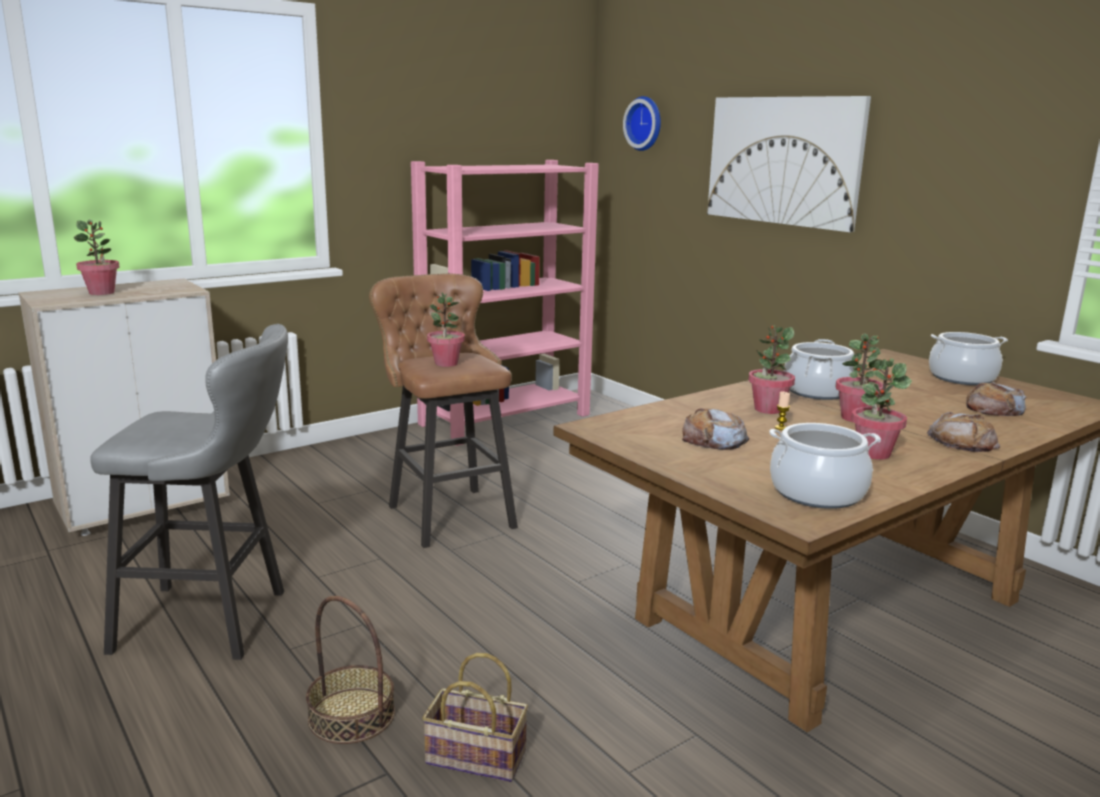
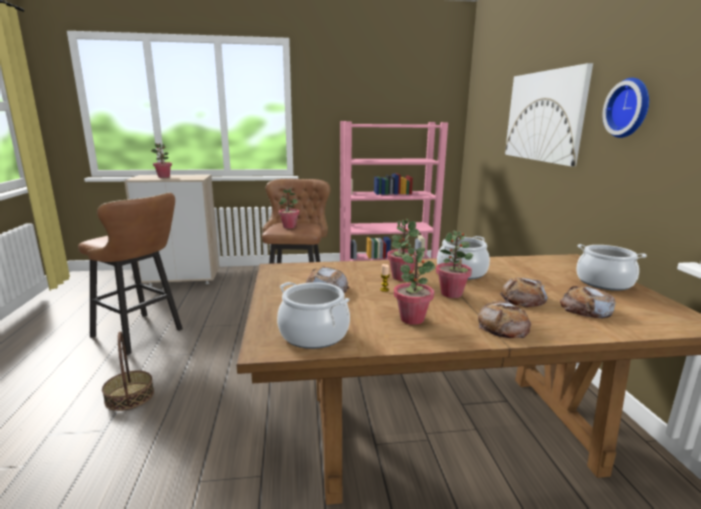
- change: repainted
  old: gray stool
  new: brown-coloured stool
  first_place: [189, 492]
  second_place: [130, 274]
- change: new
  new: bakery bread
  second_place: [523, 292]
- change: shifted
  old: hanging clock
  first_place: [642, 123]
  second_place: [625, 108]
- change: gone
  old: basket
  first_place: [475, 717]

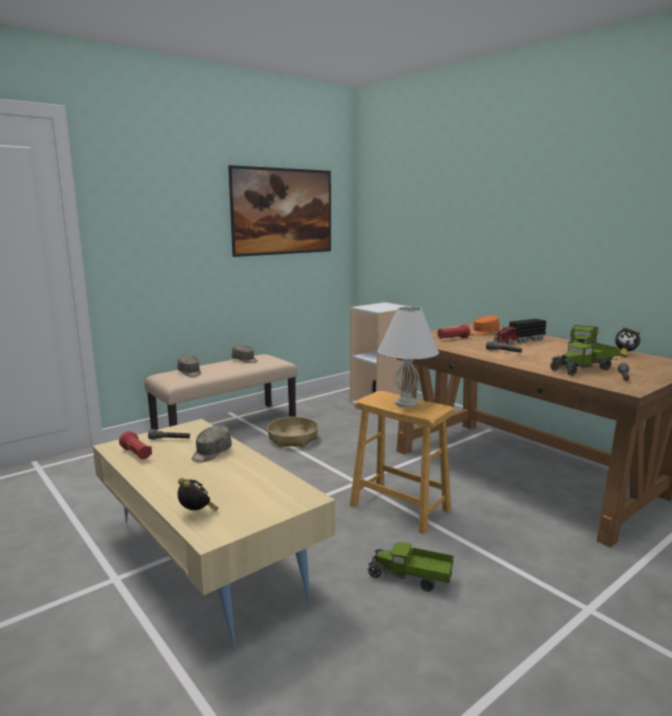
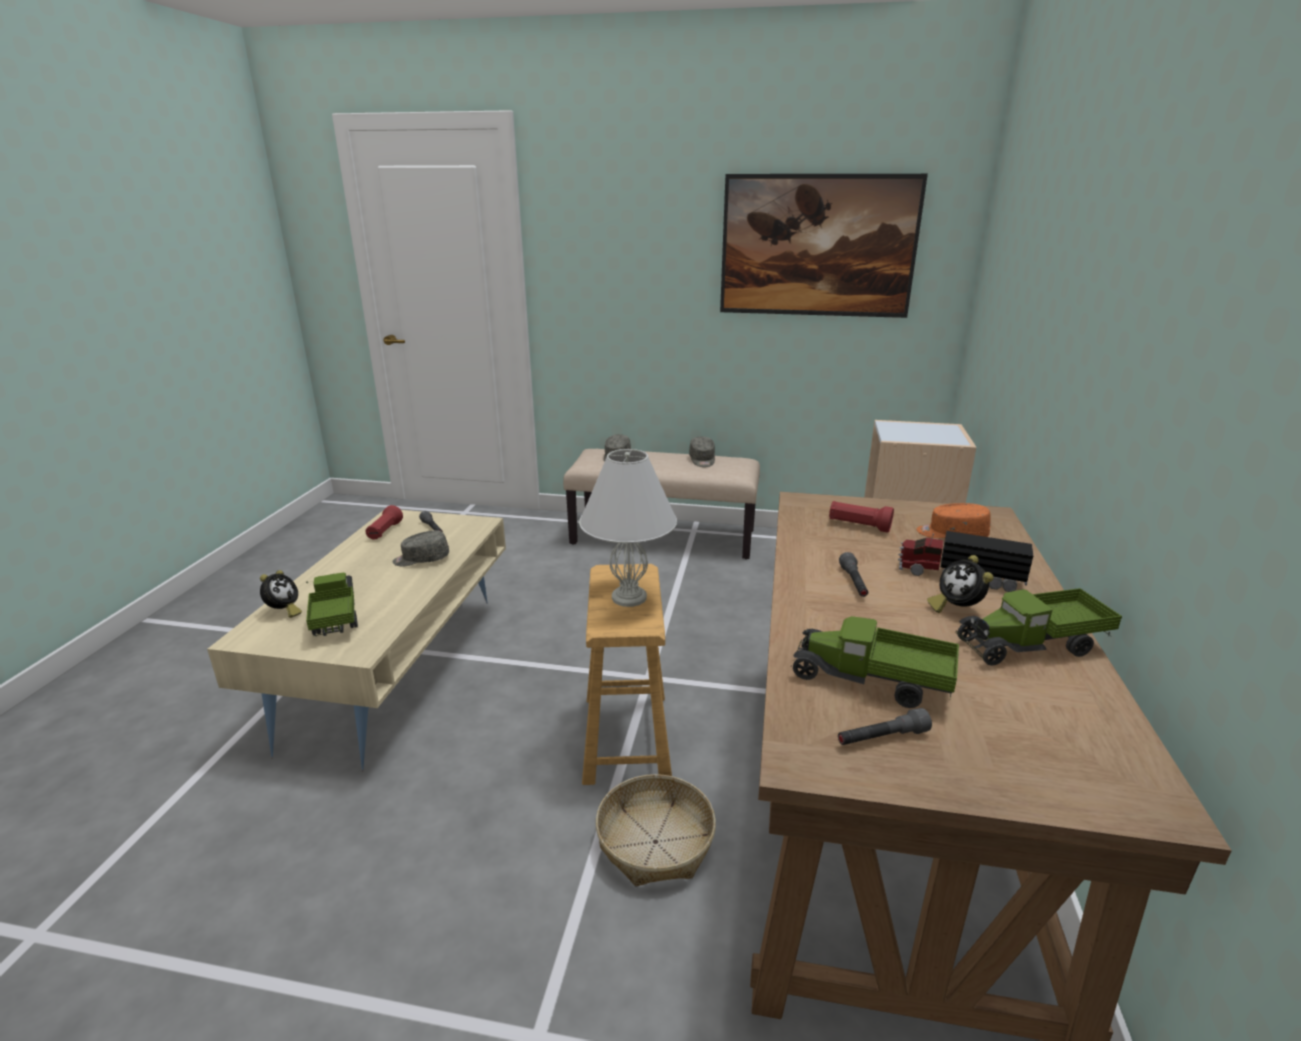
- change: shifted
  old: toy truck
  first_place: [410, 567]
  second_place: [332, 604]
- change: shifted
  old: basket
  first_place: [293, 432]
  second_place: [656, 830]
- change: shifted
  old: table clock
  first_place: [627, 342]
  second_place: [960, 584]

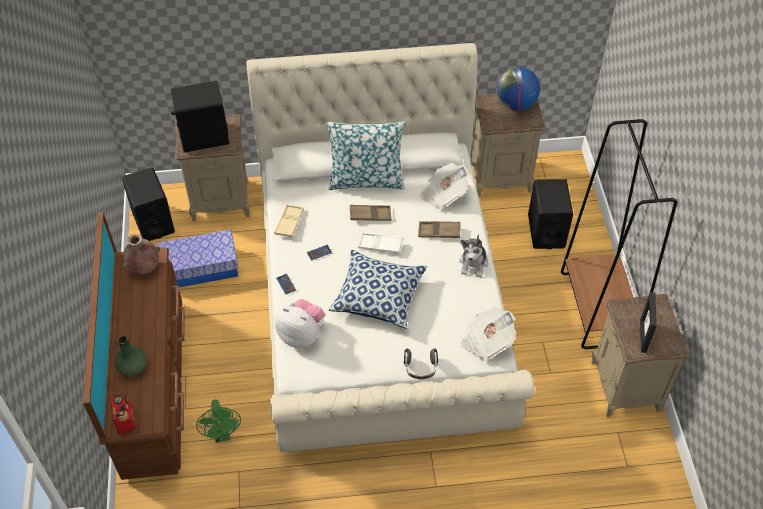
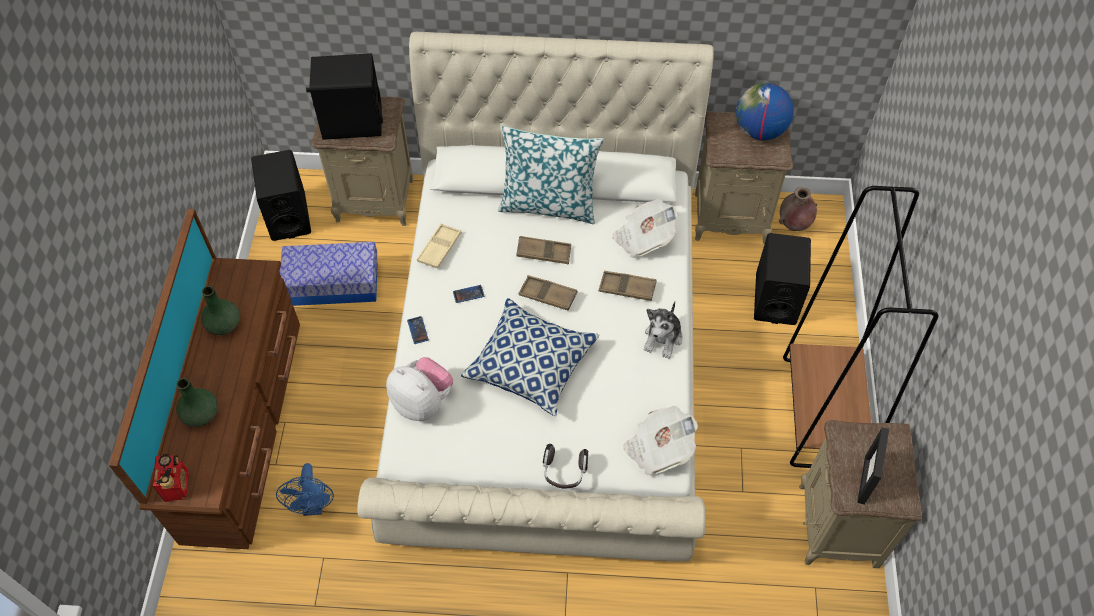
- change: new
  new: green vase
  second_place: [220, 310]
- change: repainted
  old: green cooling fan
  new: blue-coloured cooling fan
  first_place: [218, 421]
  second_place: [305, 489]
- change: repainted
  old: white-coloured tray
  new: brown-coloured tray
  first_place: [380, 242]
  second_place: [548, 292]
- change: shifted
  old: brown-coloured vase
  first_place: [141, 254]
  second_place: [798, 209]

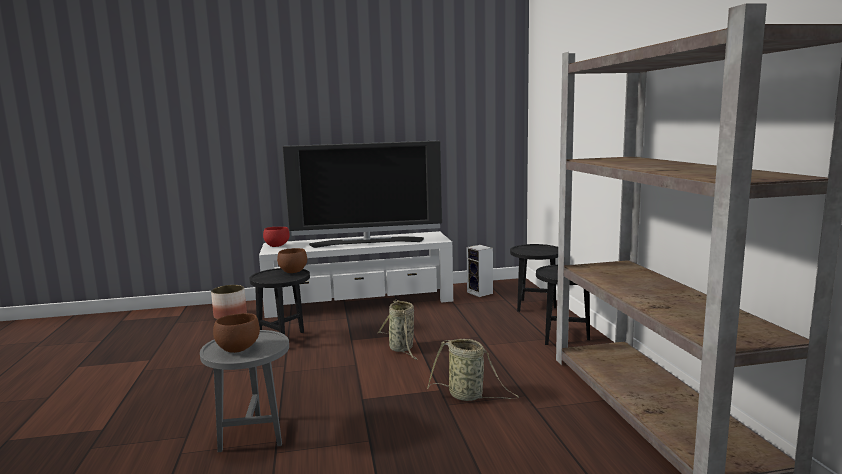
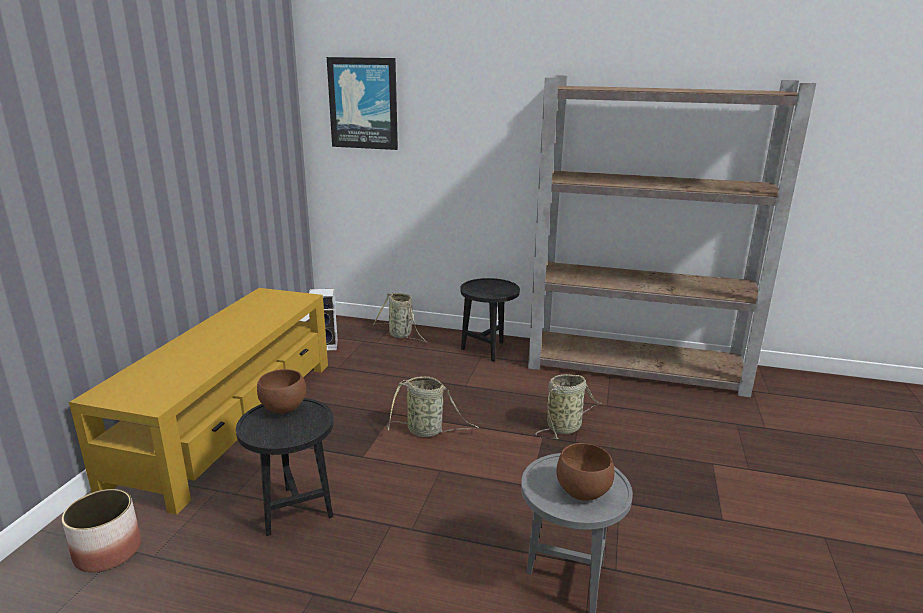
- change: repainted
  old: white-coloured tv stand
  new: yellow-coloured tv stand
  first_place: [356, 274]
  second_place: [198, 401]
- change: new
  new: wall picture
  second_place: [362, 103]
- change: swapped
  old: black side table
  new: basket
  first_place: [534, 278]
  second_place: [400, 317]
- change: gone
  old: red-coloured bowl
  first_place: [276, 237]
- change: gone
  old: TV set
  first_place: [362, 194]

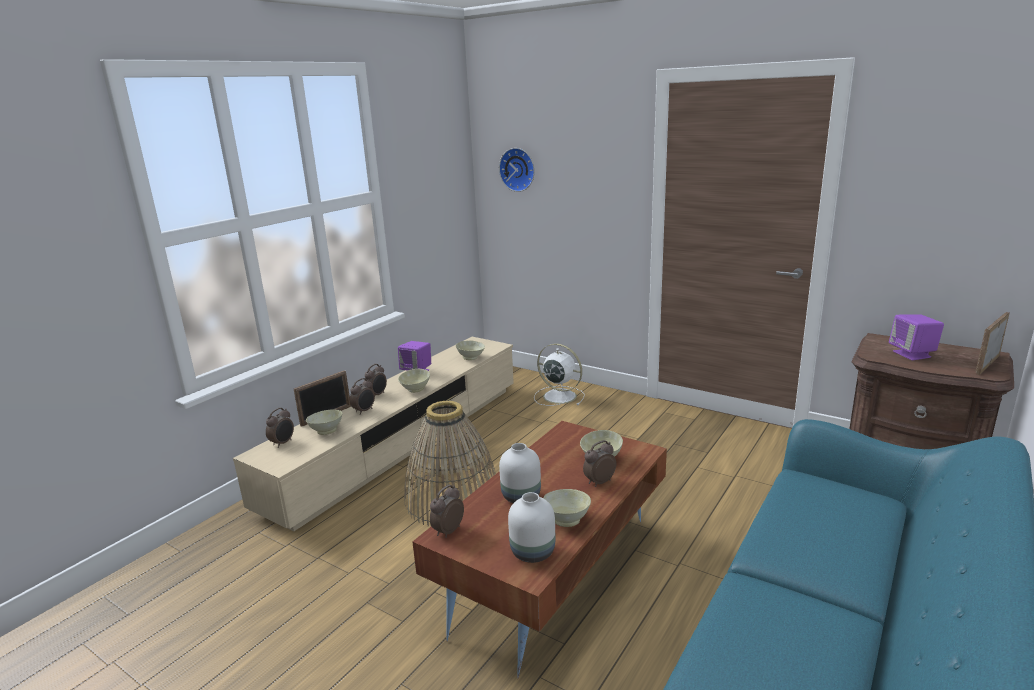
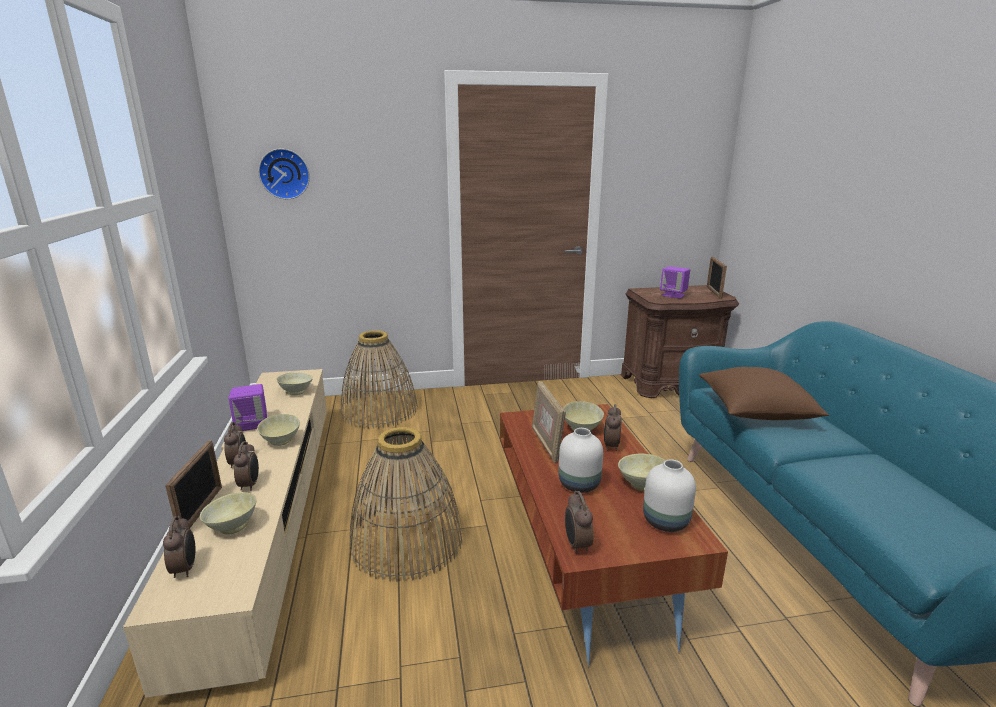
- change: swapped
  old: white-coloured cooling fan
  new: basket
  first_place: [559, 375]
  second_place: [379, 379]
- change: new
  new: standing frame
  second_place: [549, 422]
- change: new
  new: brown-coloured cushion
  second_place: [764, 393]

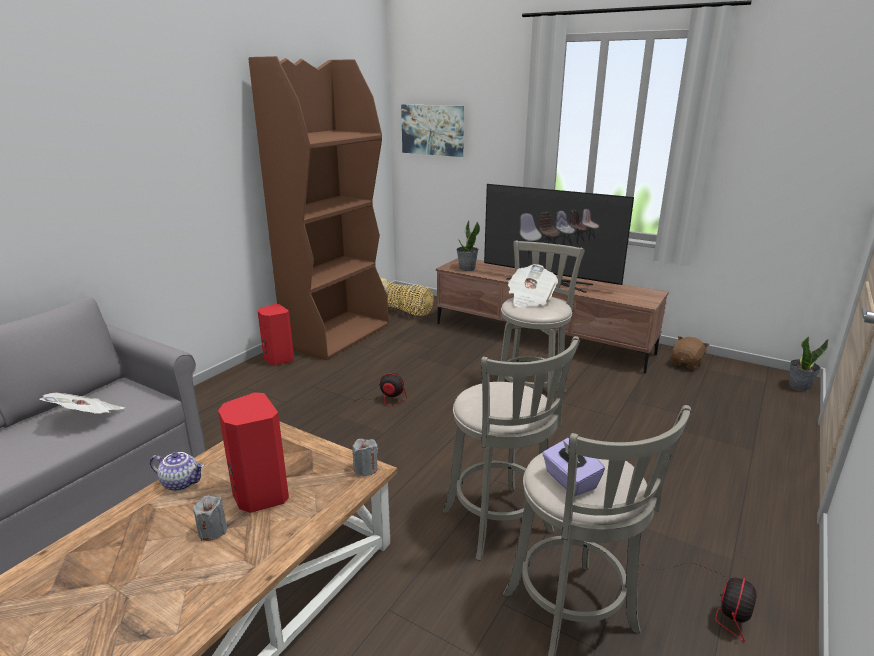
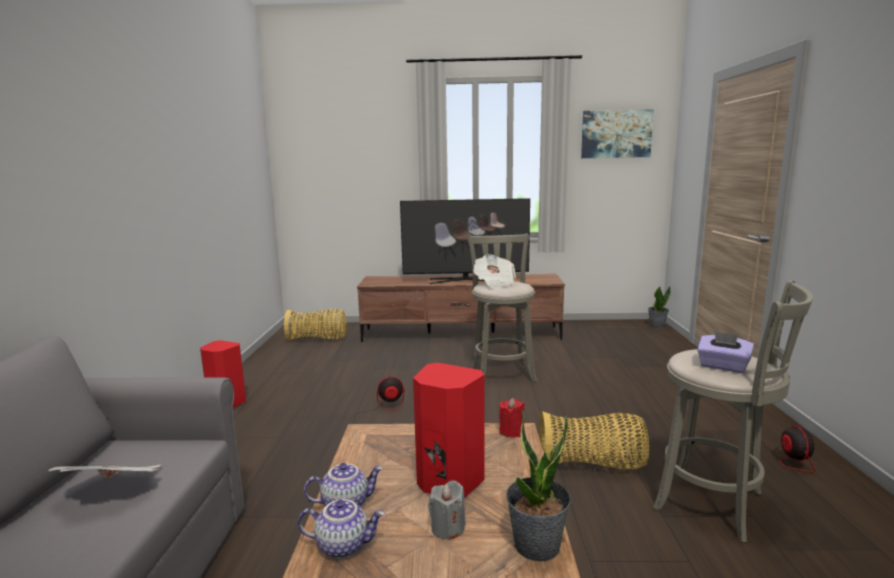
- change: new
  new: teapot
  second_place: [341, 528]
- change: repainted
  old: gray candle
  new: red-coloured candle
  first_place: [365, 457]
  second_place: [512, 417]
- change: shifted
  old: plant in a pot
  first_place: [468, 245]
  second_place: [538, 486]
- change: swapped
  old: gray stool
  new: basket
  first_place: [511, 448]
  second_place: [594, 440]
- change: shifted
  old: wall picture
  first_place: [432, 130]
  second_place: [617, 133]
- change: gone
  old: brown-coloured shelving unit
  first_place: [318, 208]
- change: gone
  old: brown-coloured plush toy
  first_place: [690, 353]

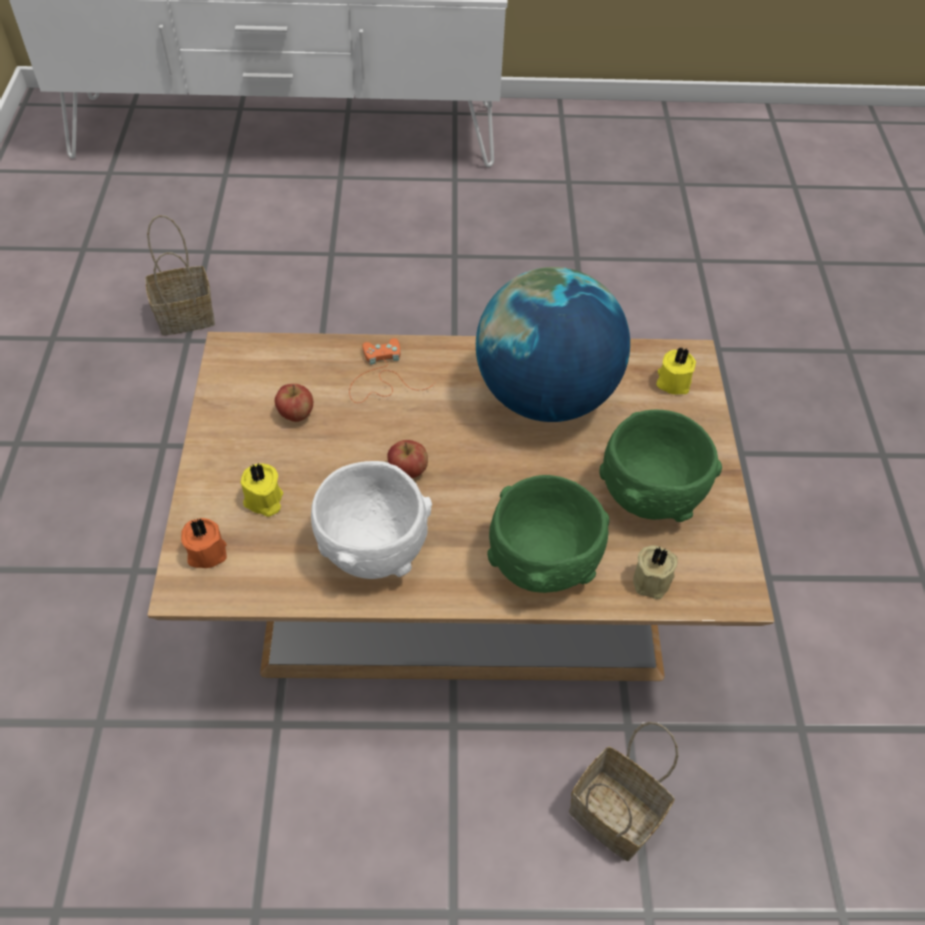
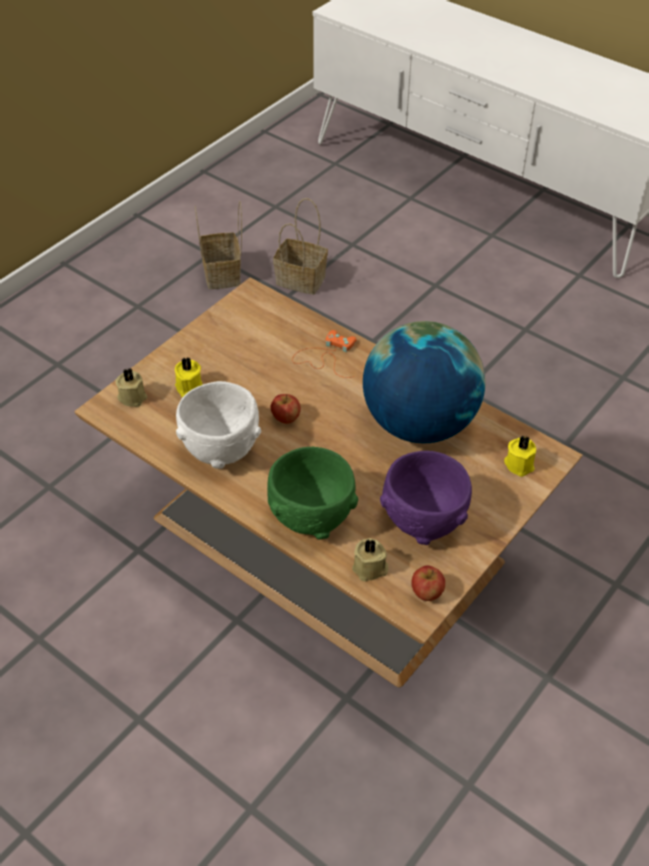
- change: repainted
  old: orange candle
  new: beige-coloured candle
  first_place: [204, 543]
  second_place: [131, 387]
- change: shifted
  old: basket
  first_place: [624, 791]
  second_place: [218, 245]
- change: repainted
  old: green bowl
  new: purplish bowl
  first_place: [660, 466]
  second_place: [426, 498]
- change: shifted
  old: whole apple
  first_place: [294, 403]
  second_place: [428, 583]

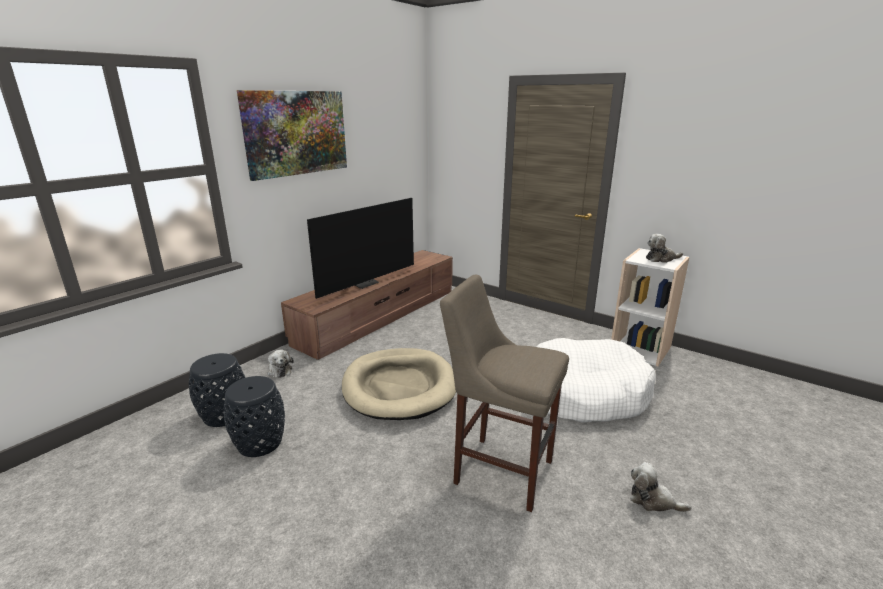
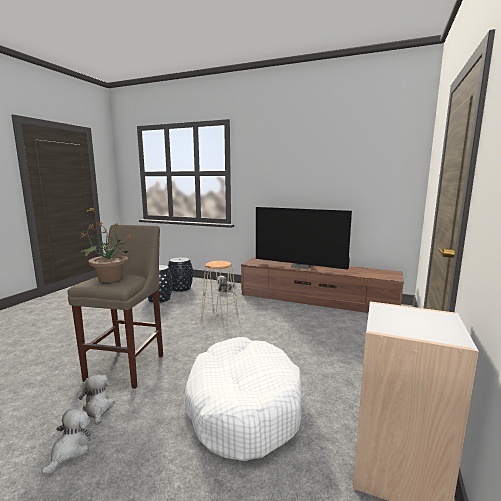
- change: new
  new: plant in a pot
  second_place: [105, 252]
- change: shifted
  old: plush toy
  first_place: [664, 248]
  second_place: [96, 400]
- change: swapped
  old: beige-coloured dog bed
  new: beige-coloured stool
  first_place: [399, 384]
  second_place: [220, 295]
- change: gone
  old: wall picture
  first_place: [292, 135]

